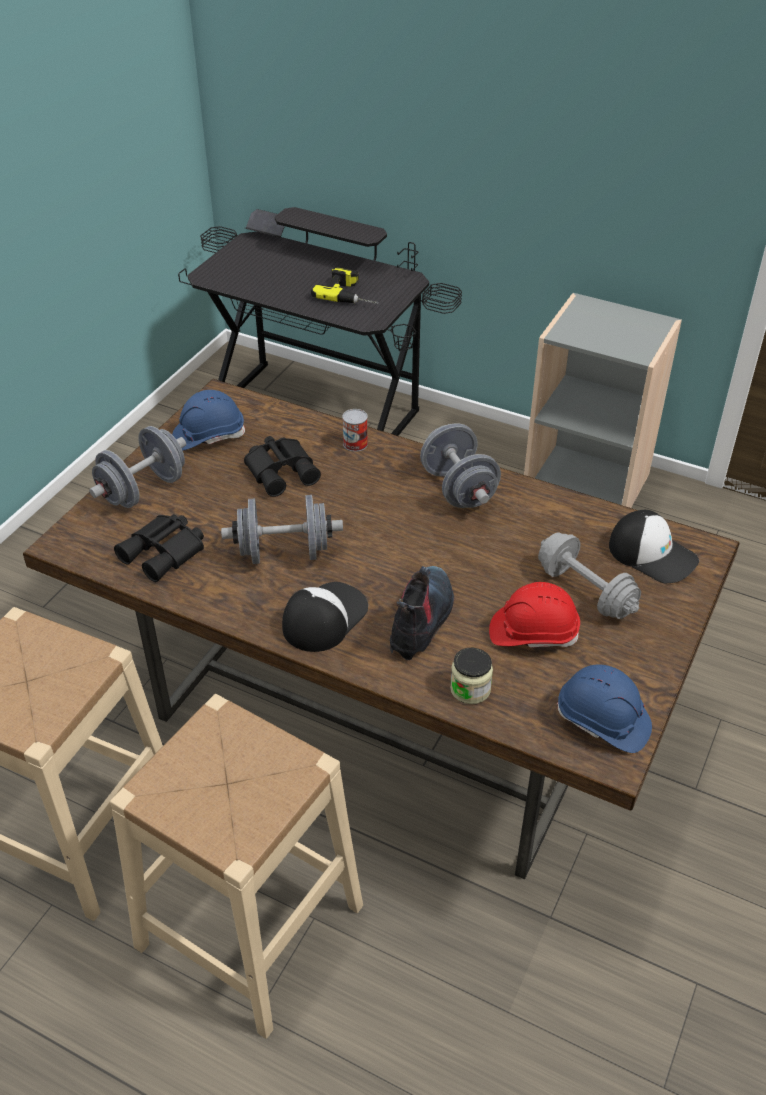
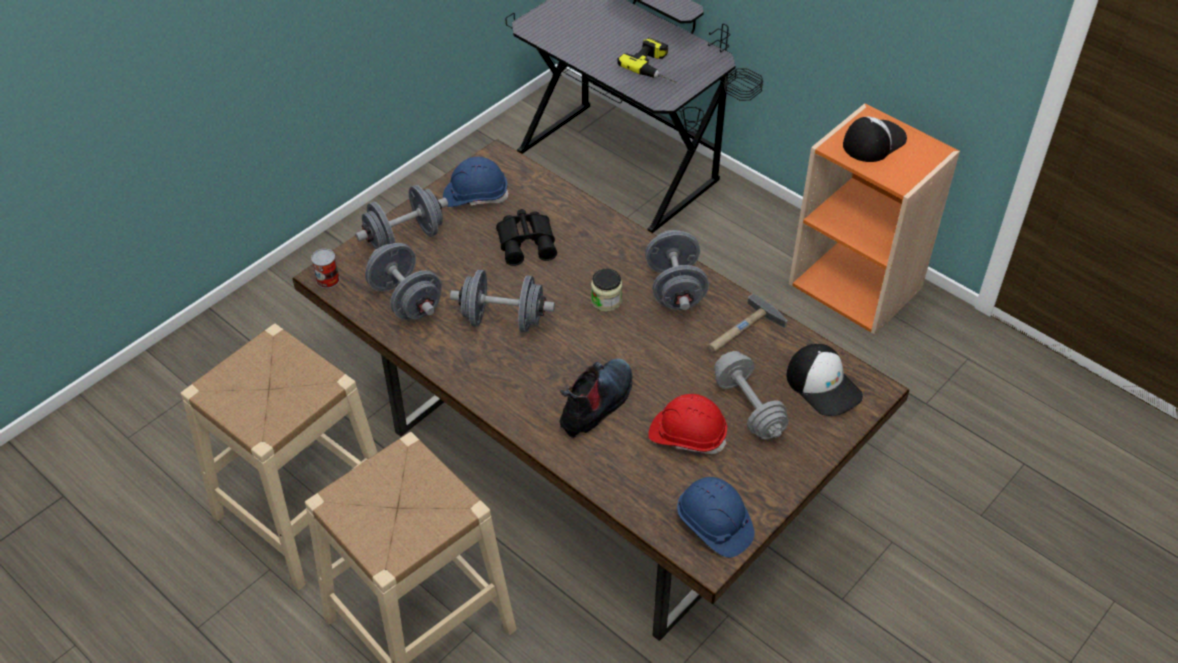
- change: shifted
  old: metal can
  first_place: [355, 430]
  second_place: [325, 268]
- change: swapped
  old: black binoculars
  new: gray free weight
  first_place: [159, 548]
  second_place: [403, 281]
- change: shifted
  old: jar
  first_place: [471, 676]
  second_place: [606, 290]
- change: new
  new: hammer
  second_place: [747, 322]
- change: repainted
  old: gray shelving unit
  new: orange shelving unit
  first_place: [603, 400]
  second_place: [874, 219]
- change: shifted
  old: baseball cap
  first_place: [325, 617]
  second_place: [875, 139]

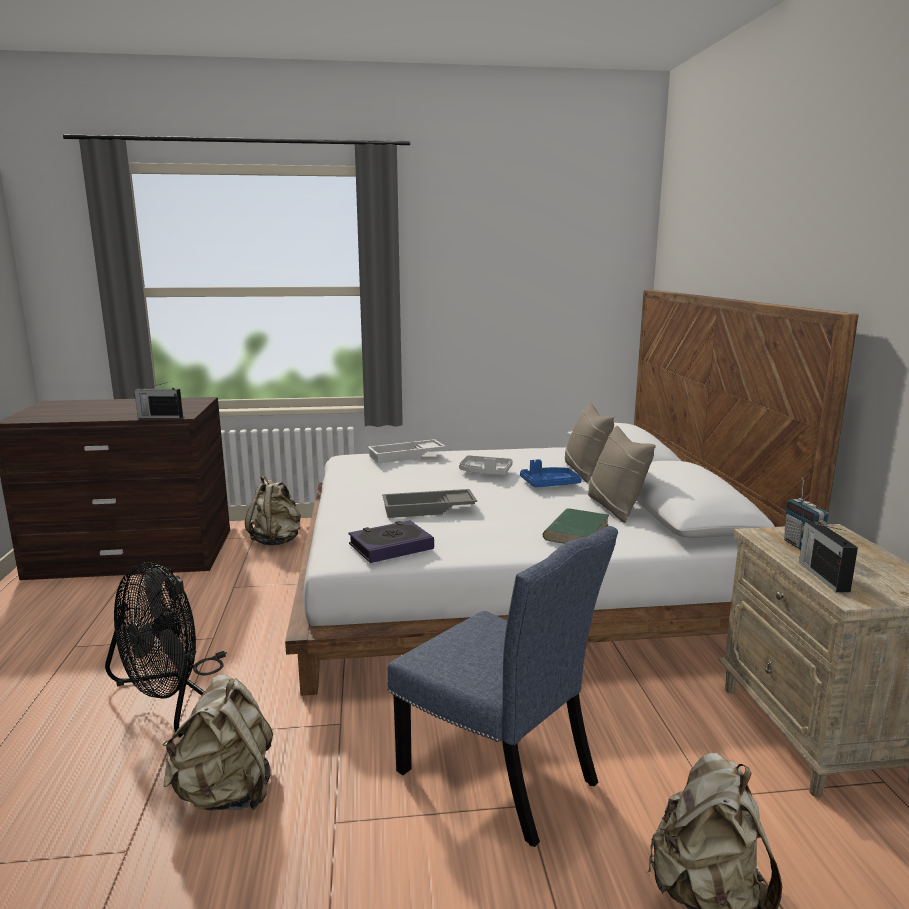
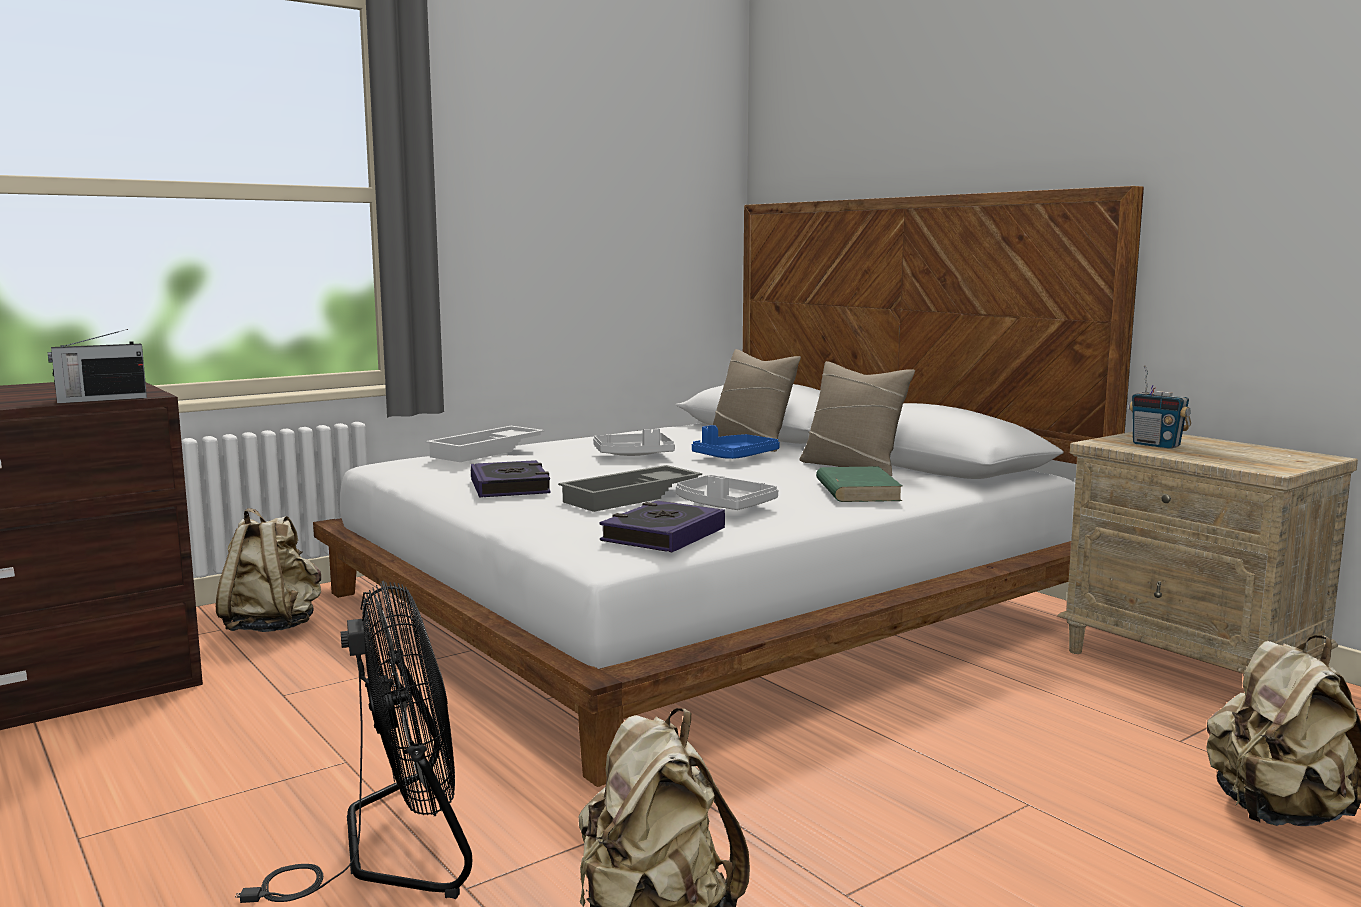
- change: rotated
  old: black cooling fan
  first_place: [166, 650]
  second_place: [353, 741]
  degrees: -120
- change: new
  new: bound book
  second_place: [511, 479]
- change: new
  new: gray tray
  second_place: [727, 492]
- change: gone
  old: blue-coloured chair
  first_place: [502, 686]
- change: gone
  old: radio set
  first_place: [828, 556]

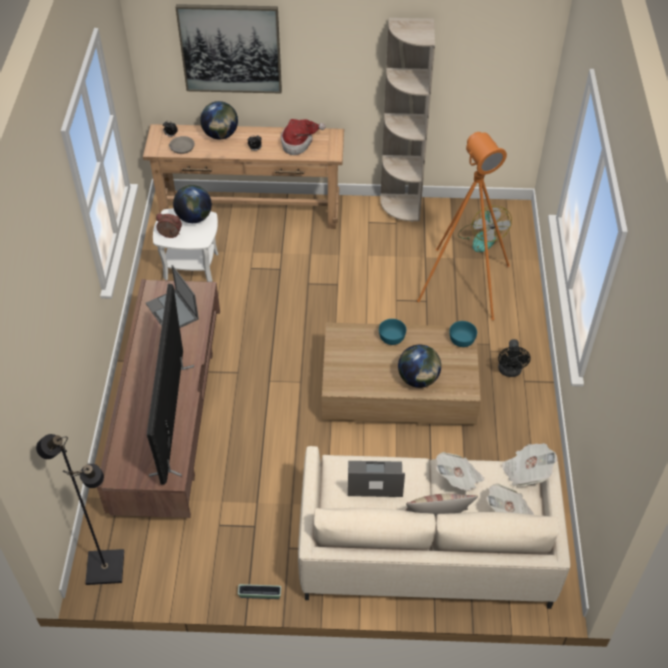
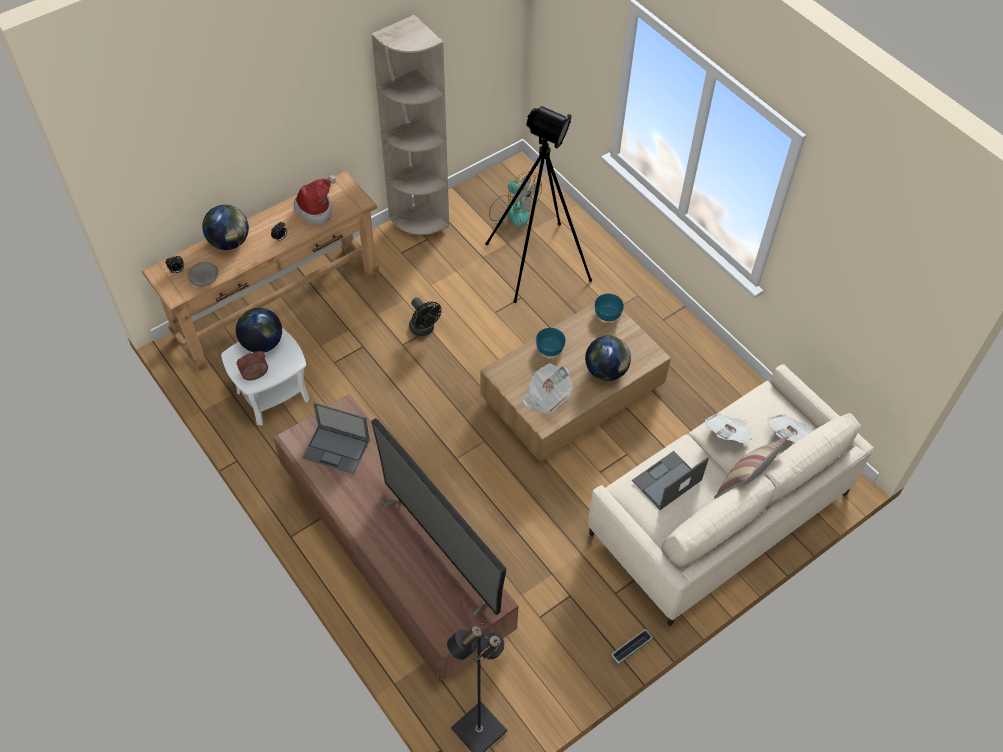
- change: shifted
  old: black cooling fan
  first_place: [514, 358]
  second_place: [425, 316]
- change: repainted
  old: orange standard lamp
  new: black standard lamp
  first_place: [463, 226]
  second_place: [538, 204]
- change: shifted
  old: newspaper
  first_place: [529, 464]
  second_place: [548, 389]
- change: gone
  old: wall picture
  first_place: [228, 49]

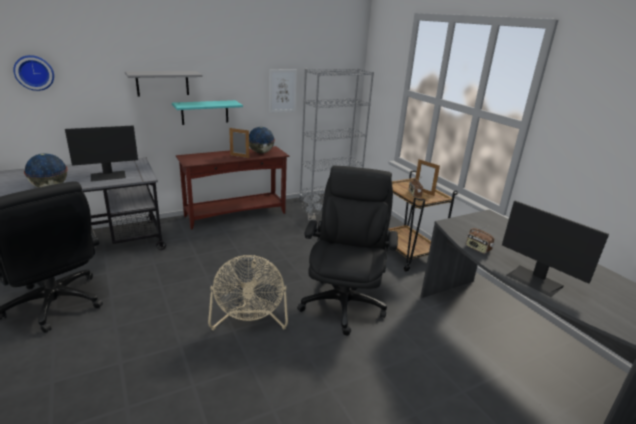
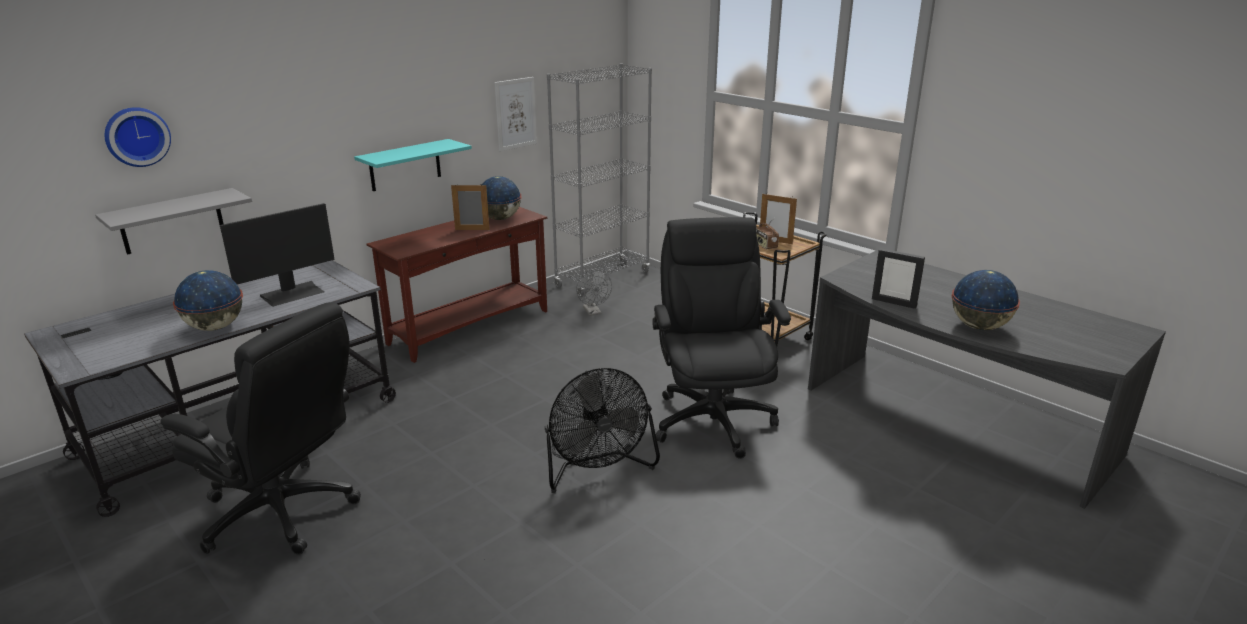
- change: shifted
  old: gray wall shelf
  first_place: [164, 84]
  second_place: [173, 221]
- change: repainted
  old: beige-coloured cooling fan
  new: black cooling fan
  first_place: [248, 293]
  second_place: [602, 430]
- change: swapped
  old: radio set
  new: standing frame
  first_place: [480, 239]
  second_place: [898, 278]
- change: swapped
  old: computer display
  new: globe
  first_place: [555, 249]
  second_place: [985, 300]

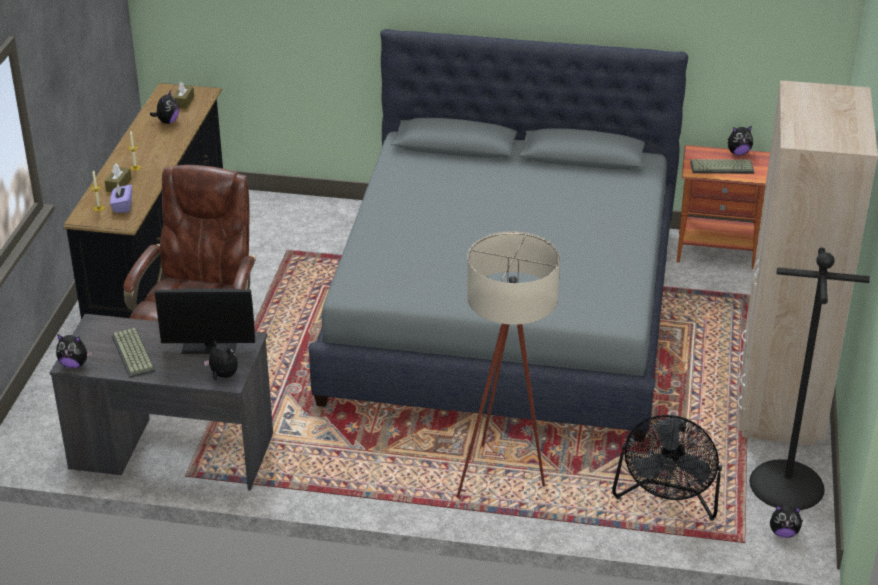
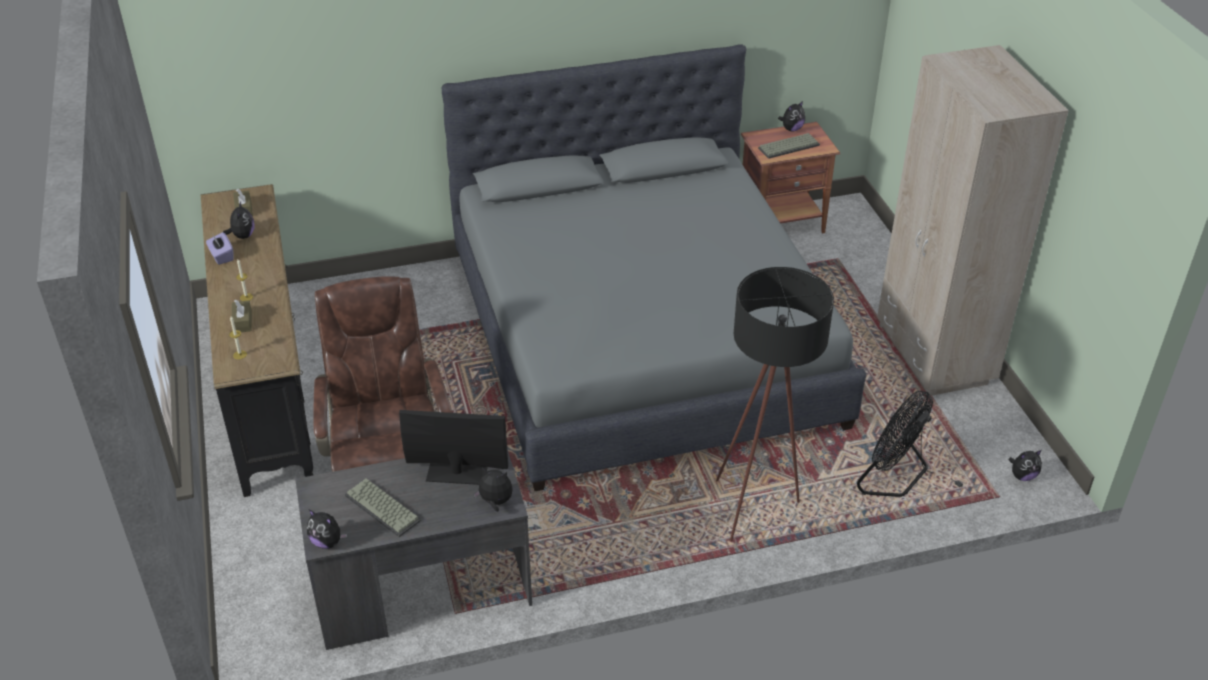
- change: shifted
  old: purplish tissue holder
  first_place: [121, 198]
  second_place: [220, 248]
- change: rotated
  old: plush toy
  first_place: [74, 351]
  second_place: [327, 529]
  degrees: 45
- change: rotated
  old: computer display
  first_place: [205, 321]
  second_place: [453, 447]
  degrees: -150
- change: repainted
  old: beige-coloured standard lamp
  new: black standard lamp
  first_place: [508, 364]
  second_place: [775, 404]
- change: rotated
  old: black cooling fan
  first_place: [667, 467]
  second_place: [910, 444]
  degrees: 135
- change: gone
  old: black clothes rack
  first_place: [809, 378]

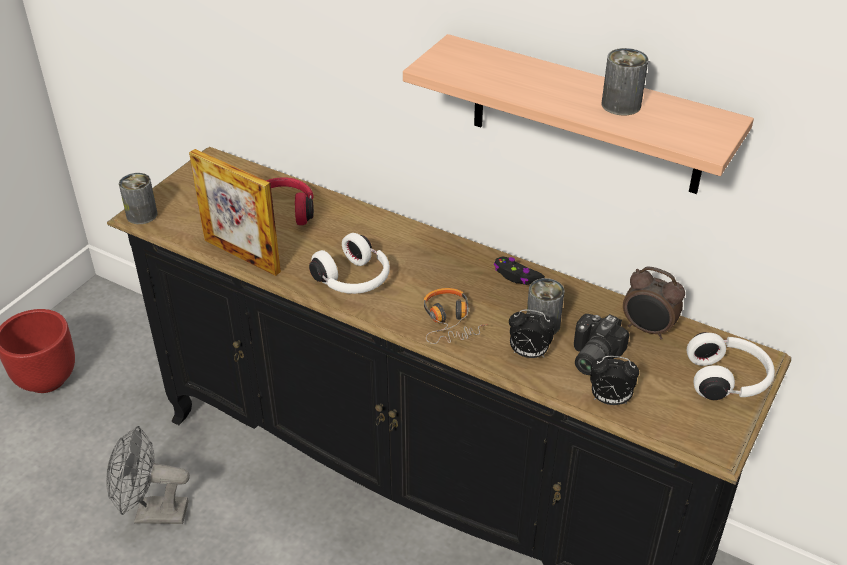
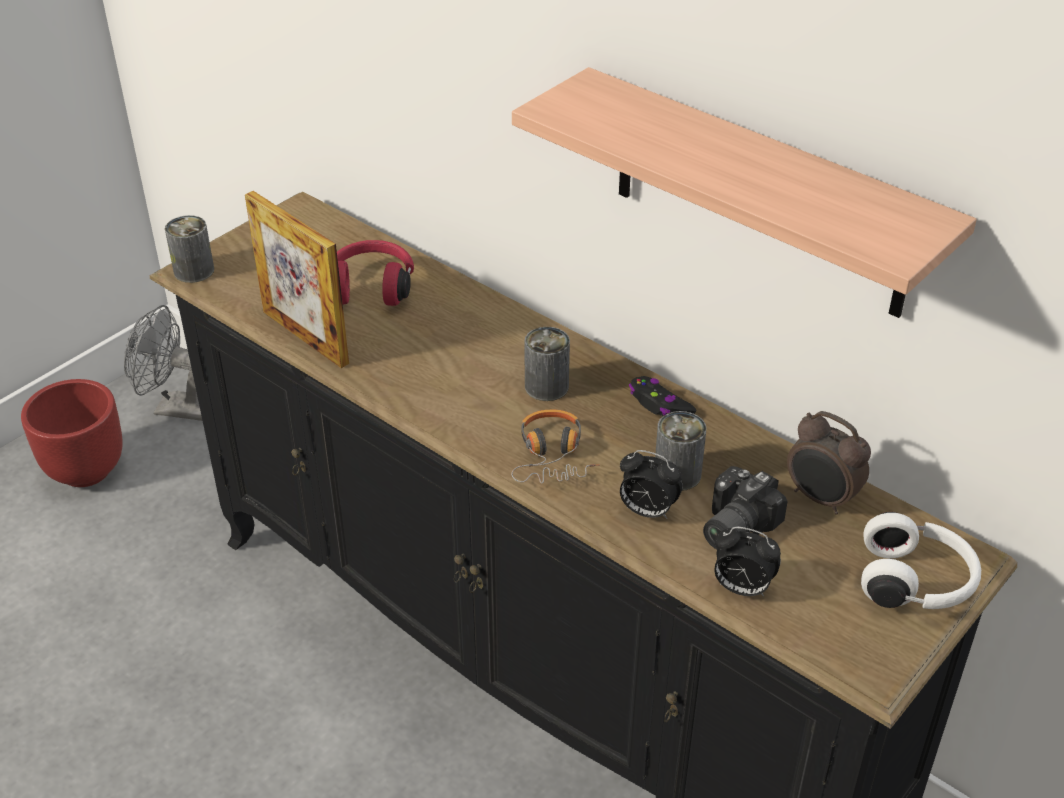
- change: shifted
  old: gray cooling fan
  first_place: [148, 475]
  second_place: [163, 363]
- change: shifted
  old: metal can
  first_place: [624, 82]
  second_place: [547, 364]
- change: gone
  old: white-coloured headset
  first_place: [349, 263]

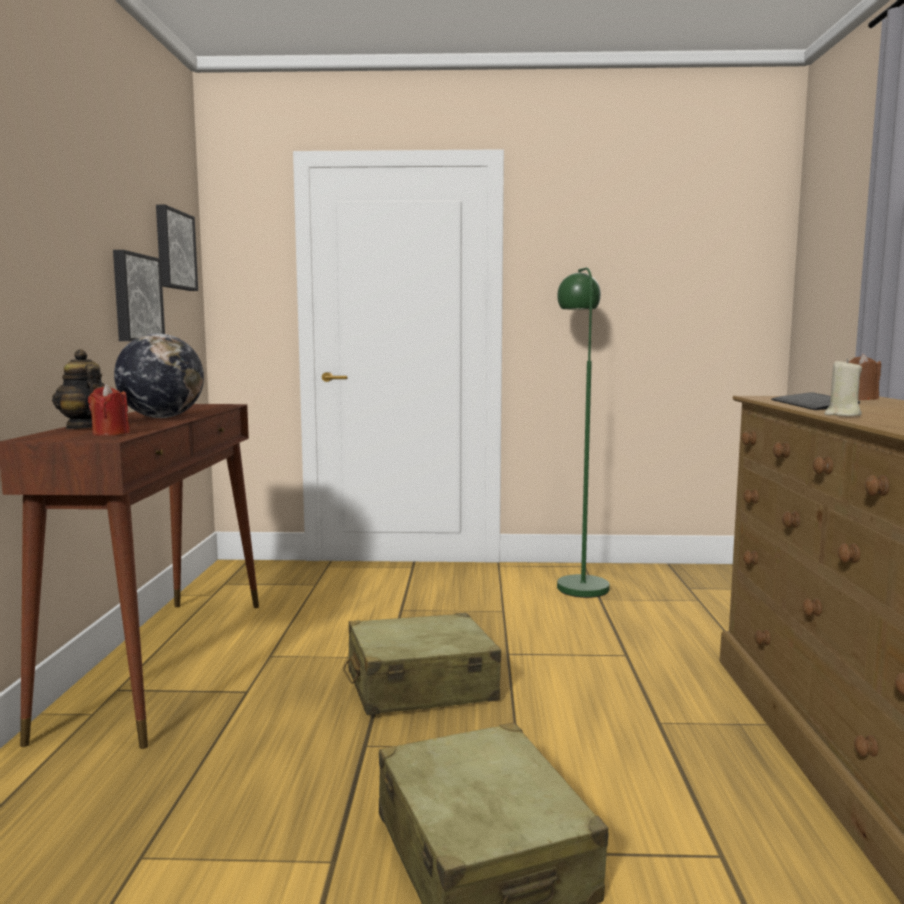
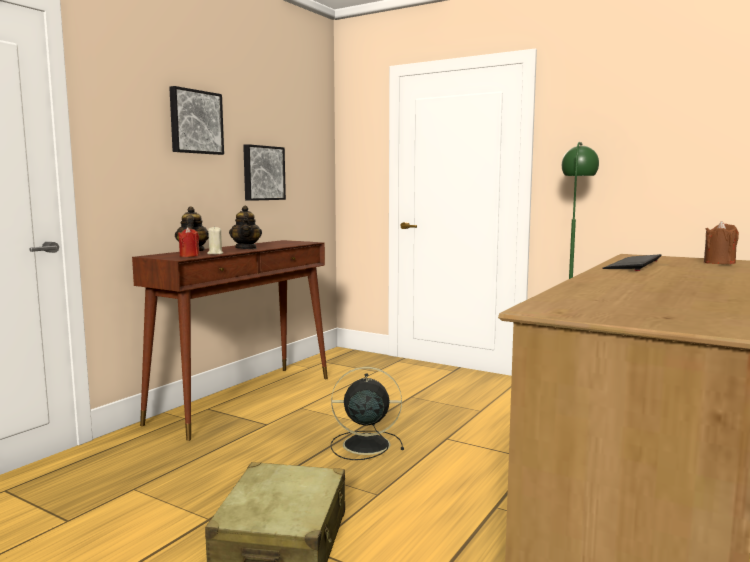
- change: shifted
  old: wall picture
  first_place: [177, 248]
  second_place: [196, 120]
- change: shifted
  old: beige-coloured candle
  first_place: [843, 387]
  second_place: [215, 240]
- change: swapped
  old: globe
  new: teapot
  first_place: [159, 375]
  second_place: [245, 227]
- change: swapped
  old: beige-coloured travel case
  new: black cooling fan
  first_place: [422, 664]
  second_place: [367, 413]

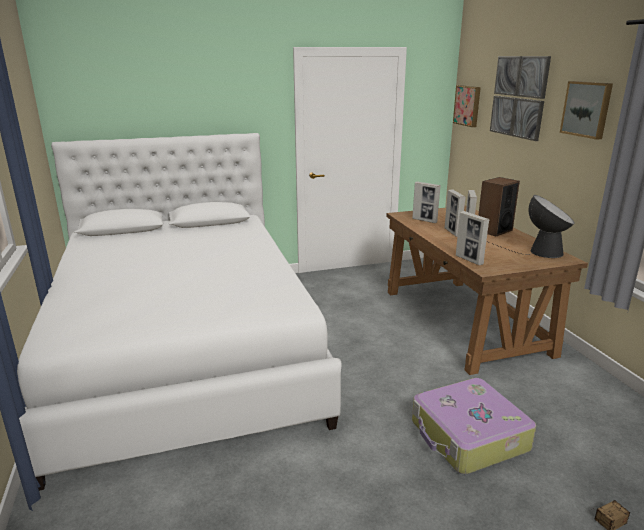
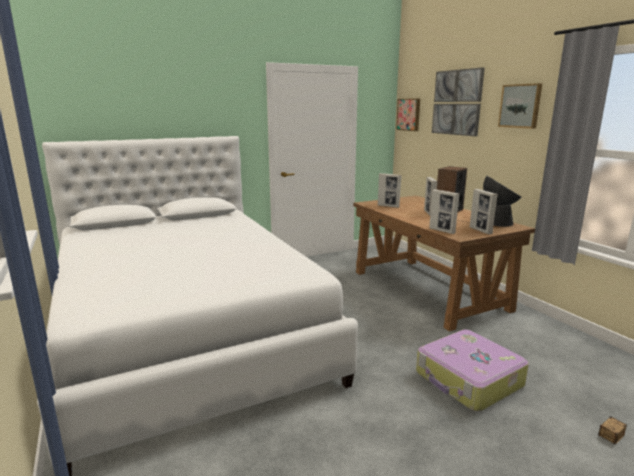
- change: shifted
  old: standing frame
  first_place: [455, 213]
  second_place: [484, 211]

